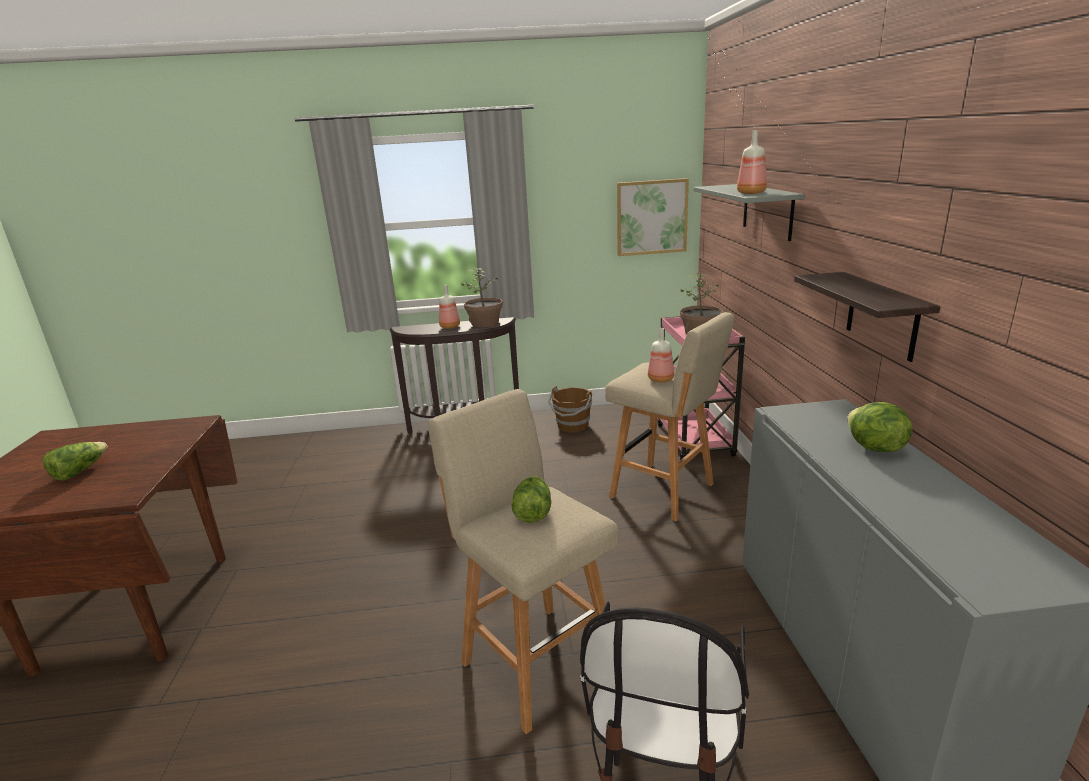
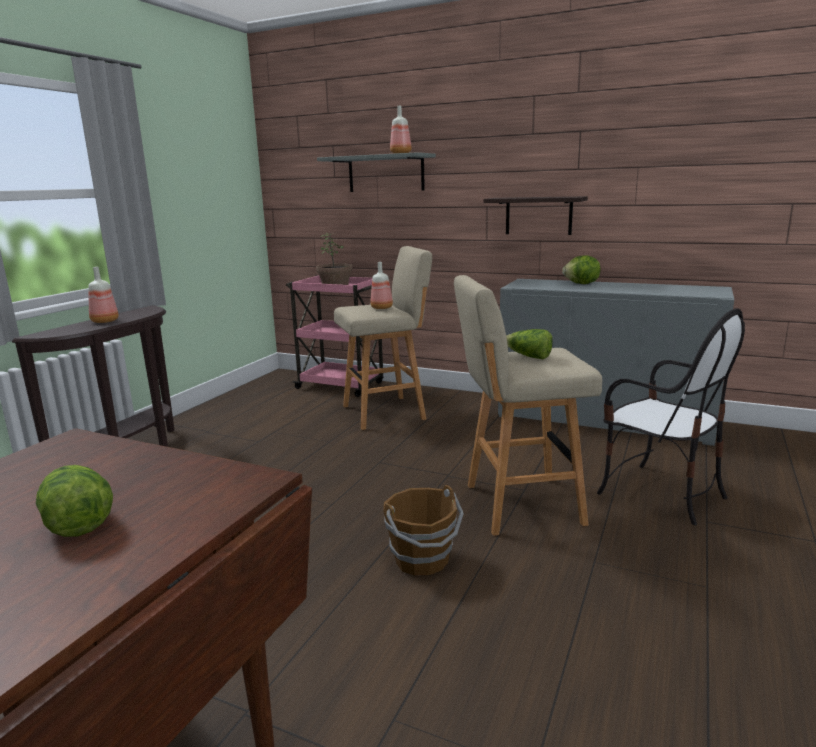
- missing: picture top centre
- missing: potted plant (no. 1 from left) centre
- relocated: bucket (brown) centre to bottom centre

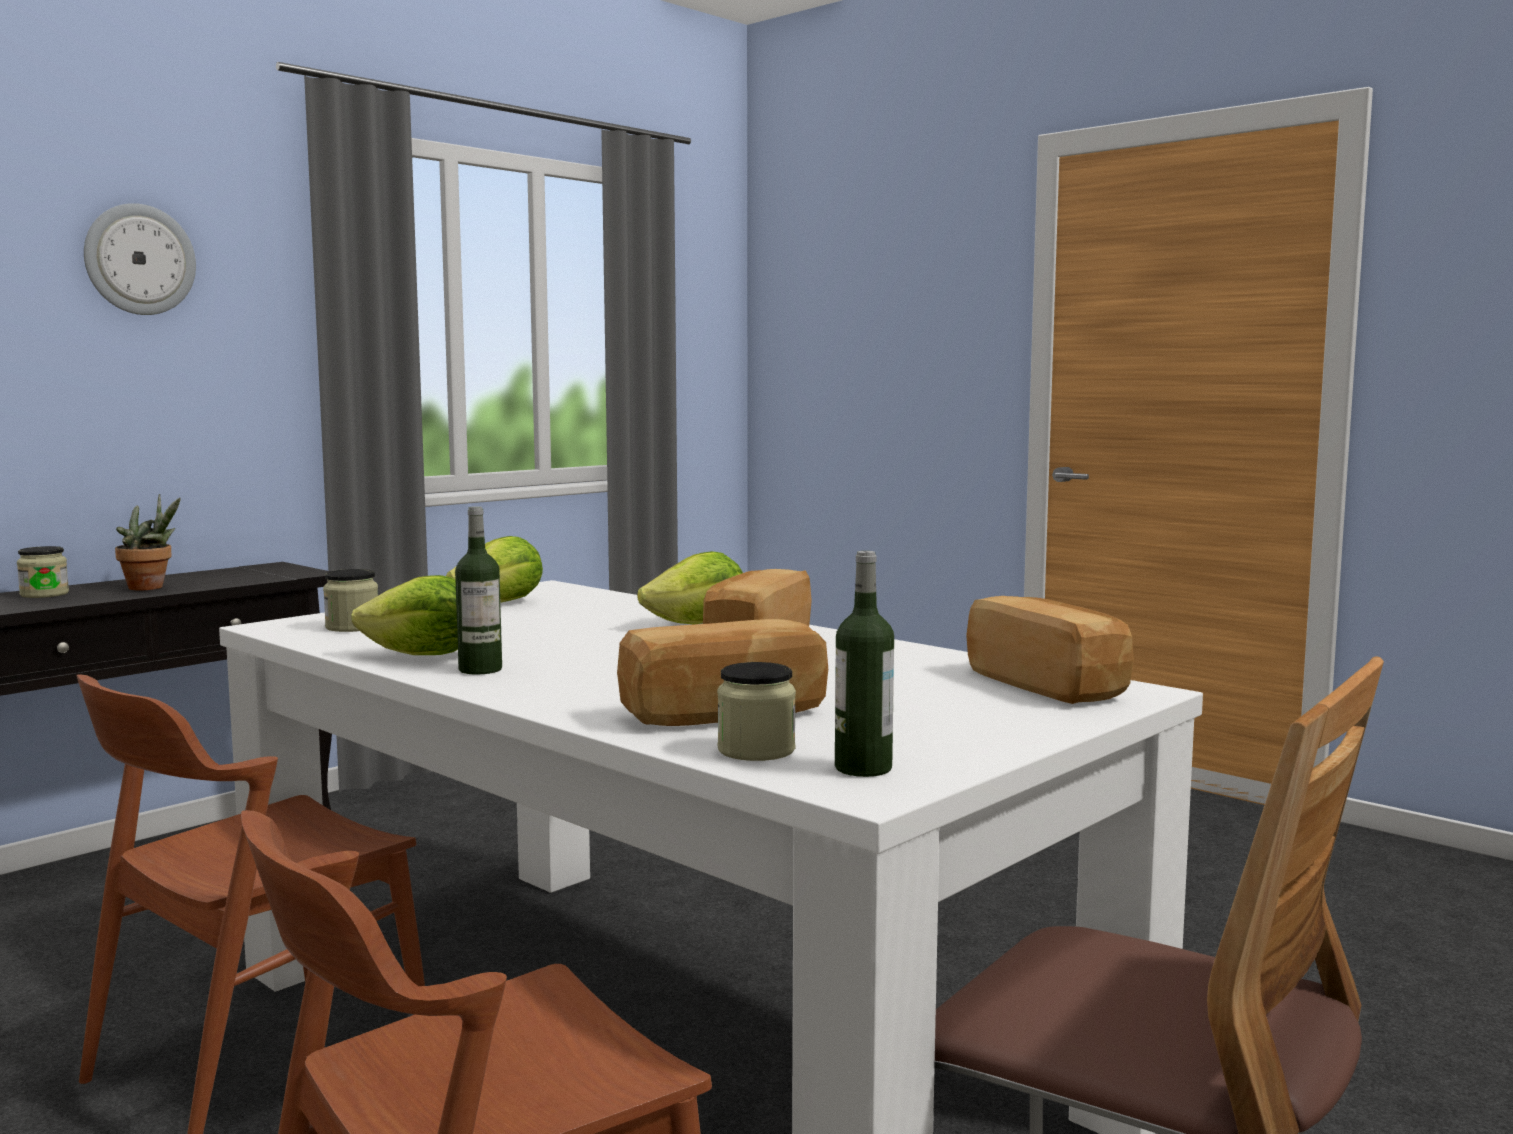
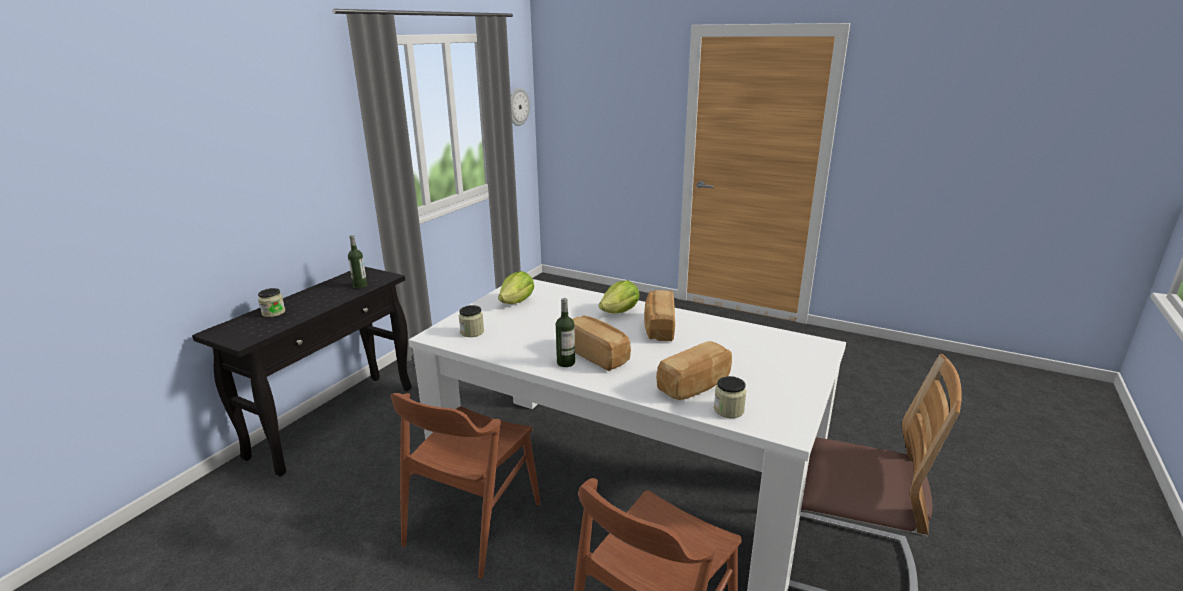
- relocated: wall clock top left to top centre
- missing: potted plant middle left
- relocated: bottle (no. 2 from left in the first image) centre to bottle (no. 1 from left) middle left
- missing: lettuce (no. 1 from left) middle left
- relocated: bread (no. 3 from left in the first image) middle right to bread (no. 1 from left) centre

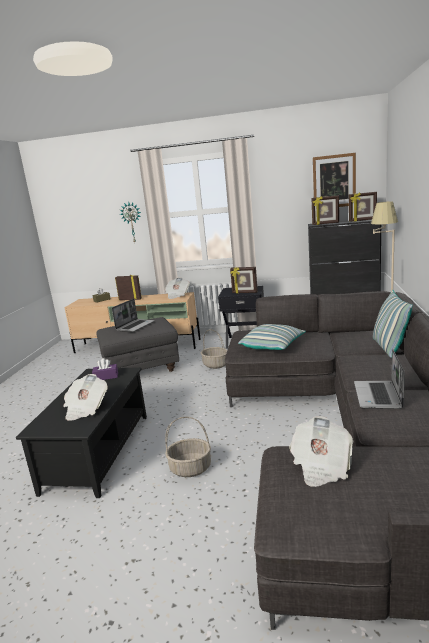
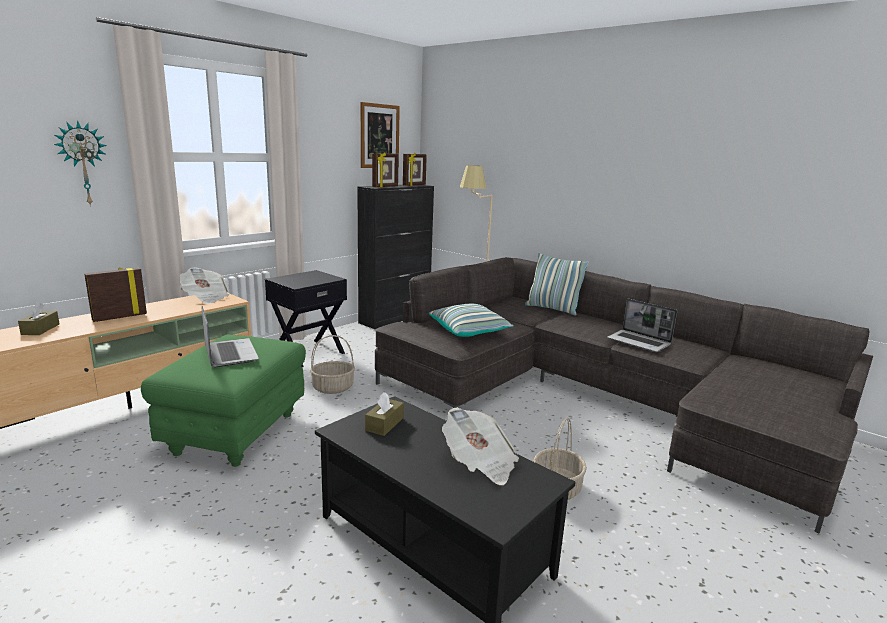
- missing: picture frame (no. 2 from left) centre
- colour: ottoman (grey) middle left to ottoman (green) middle left
- colour: tissue box (purple) middle left to tissue box (brown) (no. 2 from left) centre
- missing: newspaper (no. 3 from left) bottom right

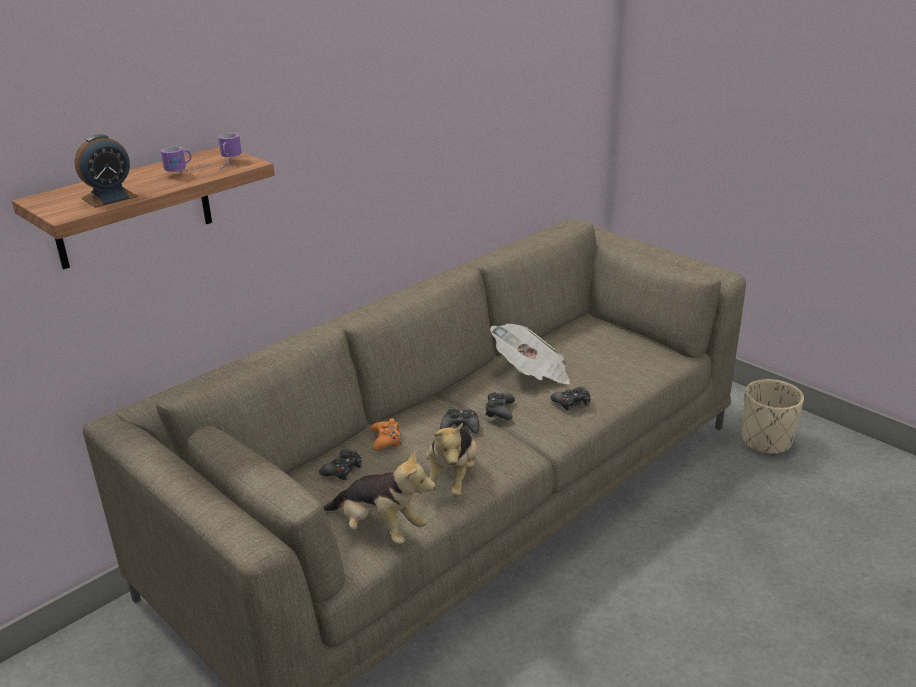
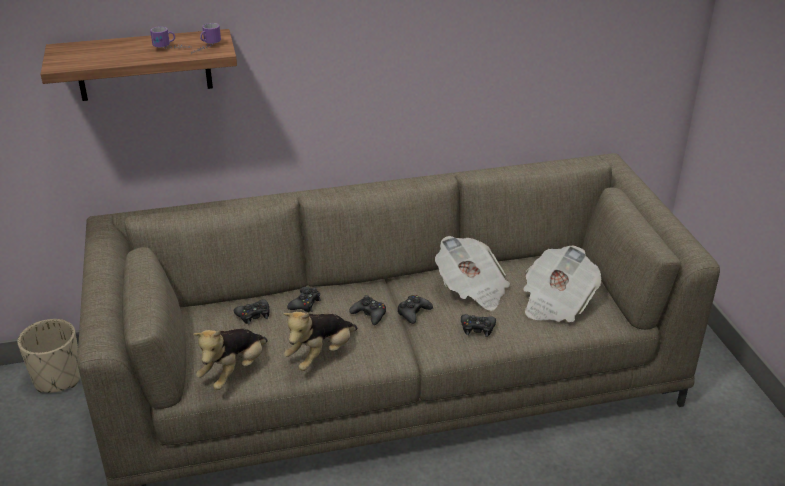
- missing: alarm clock top left
- relocated: planter (beige) middle right to bottom left
- colour: game controller (orange) centre to game controller (black) (no. 2 from left) centre
- spun: plush toy (no. 1 from left) bottom centre = bottom left 60 degrees clockwise
- appeared: newspaper (no. 2 from left) middle right

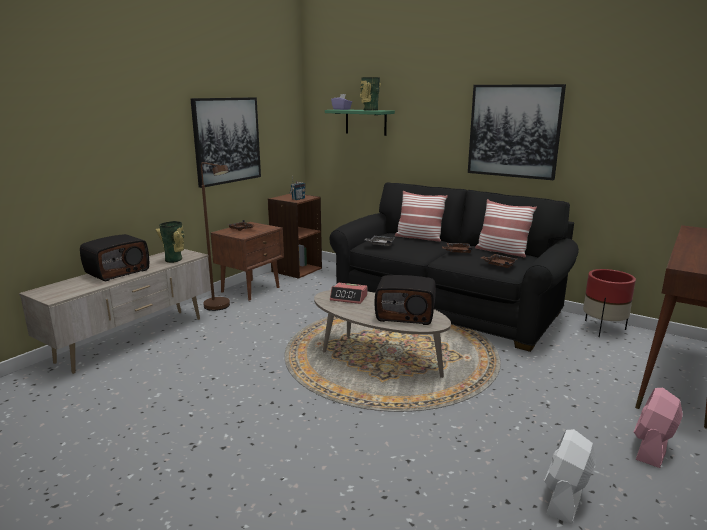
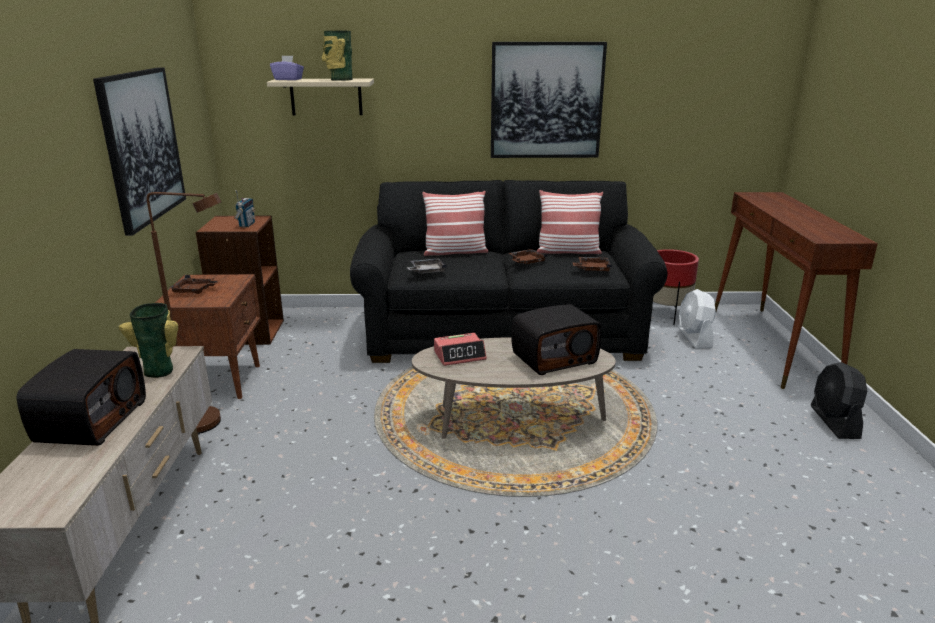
- colour: shelf (green) top centre to shelf (beige) top centre
- colour: fan (pink) bottom right to fan (black) middle right
- relocated: fan (white) bottom right to middle right

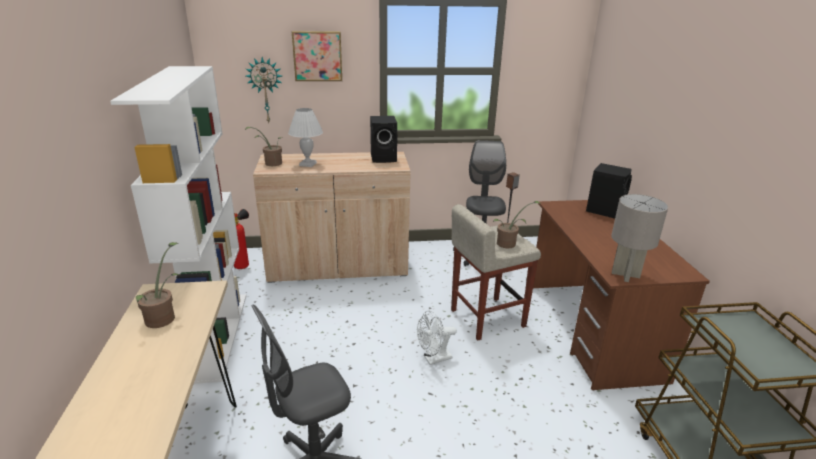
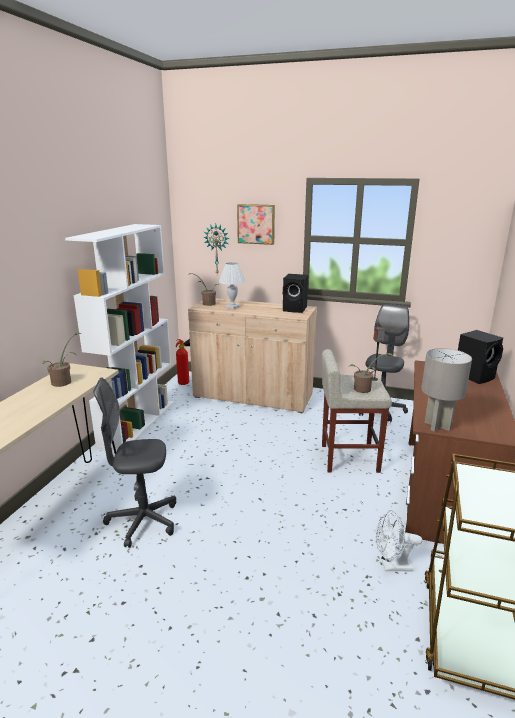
- relocated: fan (white) bottom centre to bottom right

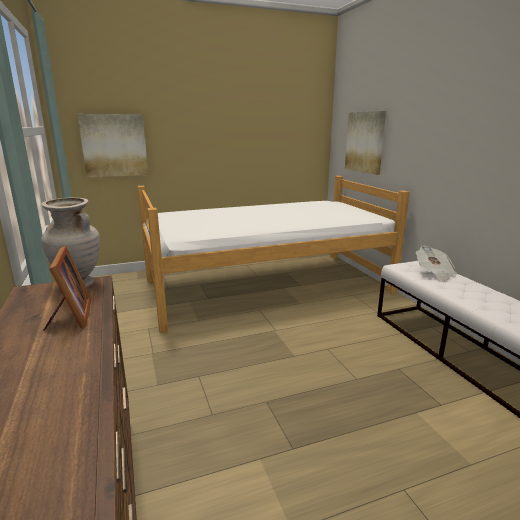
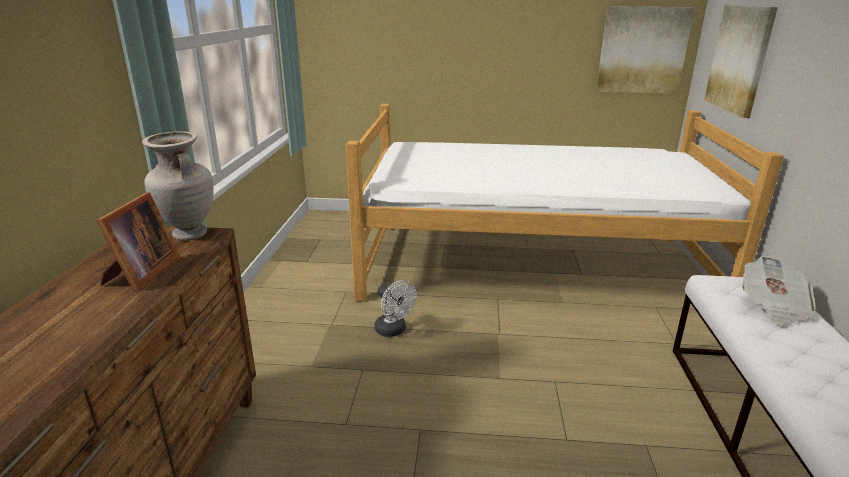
- relocated: picture (no. 1 from left) top left to top right
- appeared: fan (white) centre

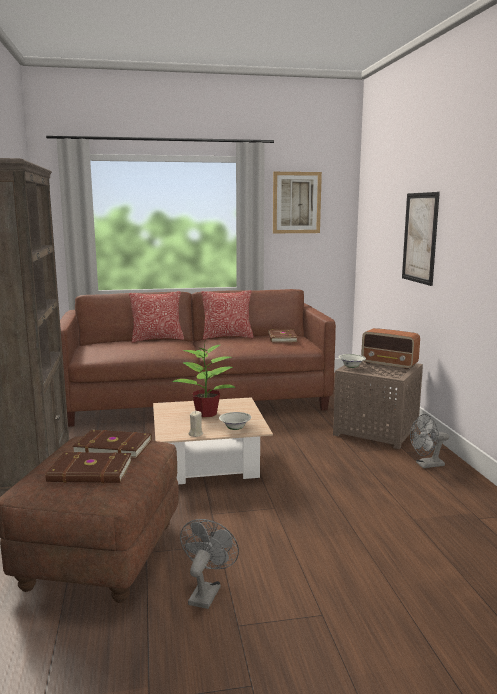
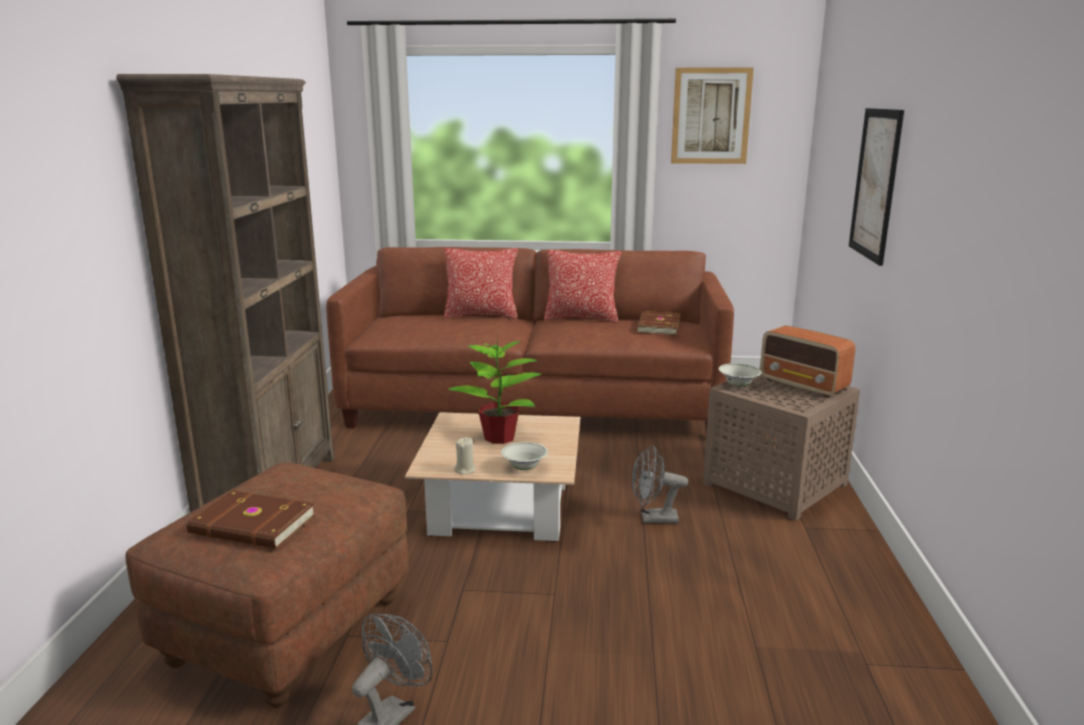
- relocated: fan (grey) (no. 2 from left) middle right to bottom centre
- missing: book (brown) (no. 2 from left) middle left

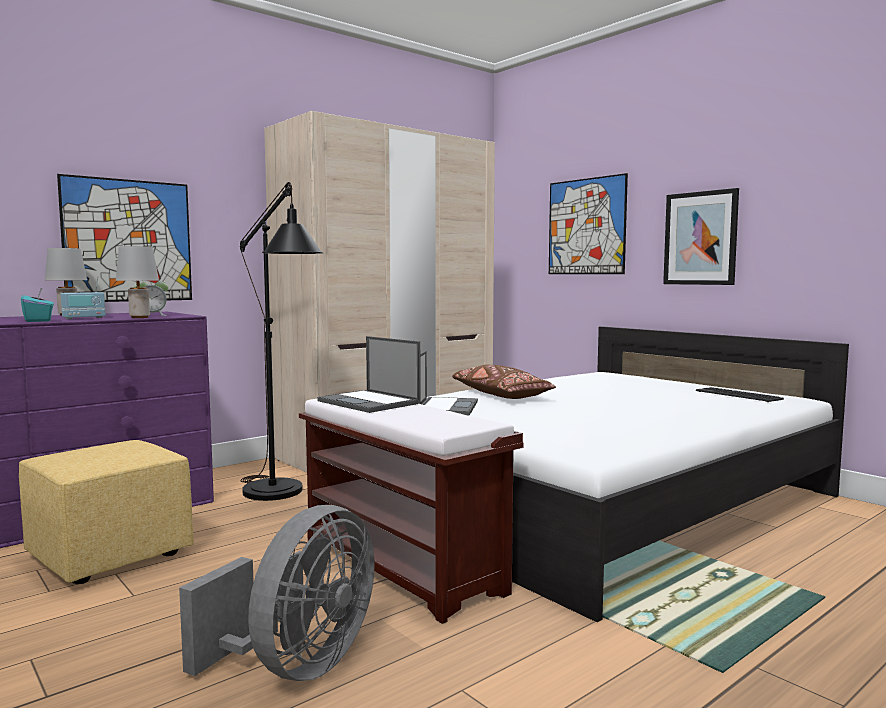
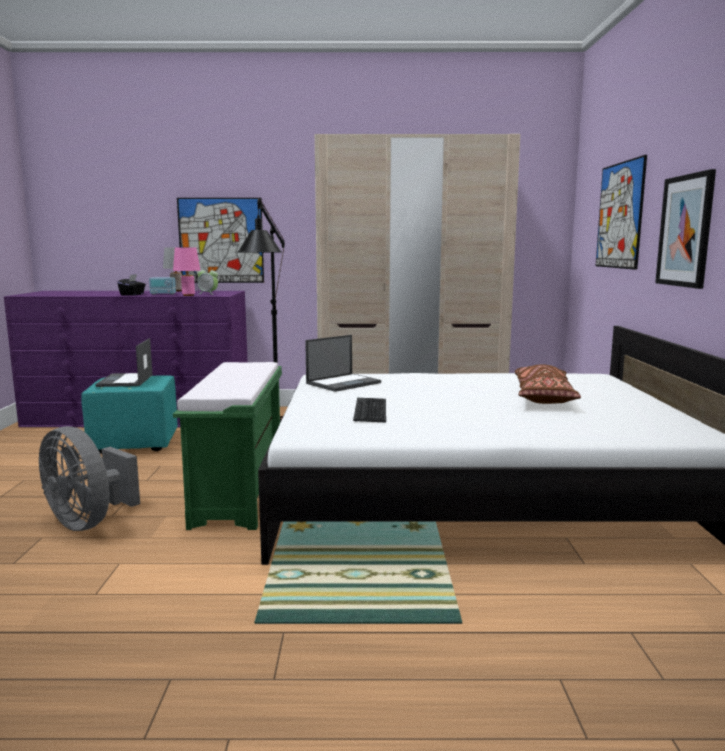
- colour: table lamp (grey) (no. 2 from left) middle left to table lamp (pink) middle left
- colour: tissue box (turquoise) middle left to tissue box (black) middle left
- relocated: laptop (no. 1 from left) centre to middle left
- relocated: pillow (brown) centre to middle right
- relocated: keyboard middle right to centre
- colour: bench (brown) bottom centre to bench (green) middle left
- colour: ottoman (yellow) bottom left to ottoman (turquoise) middle left
- spun: fan (grey) bottom left = middle left 60 degrees clockwise

